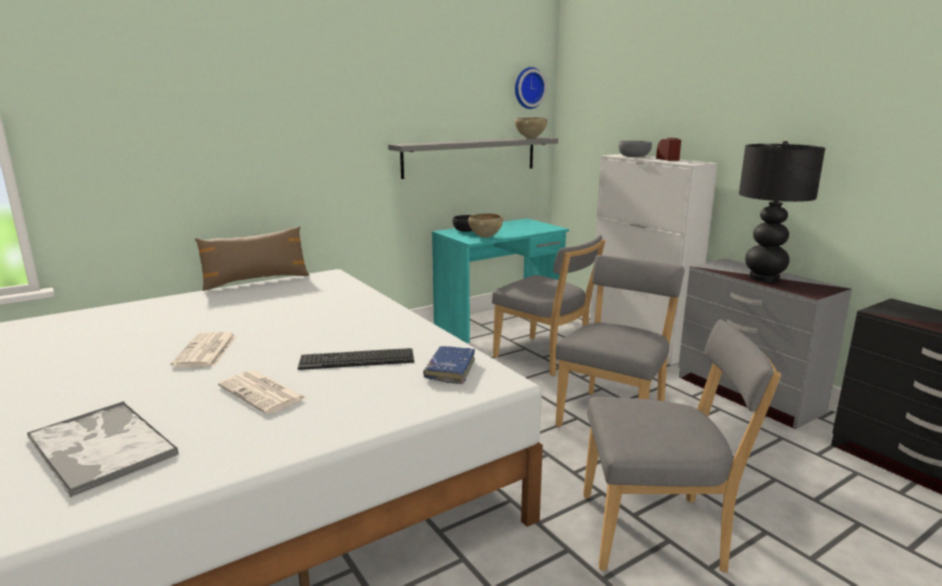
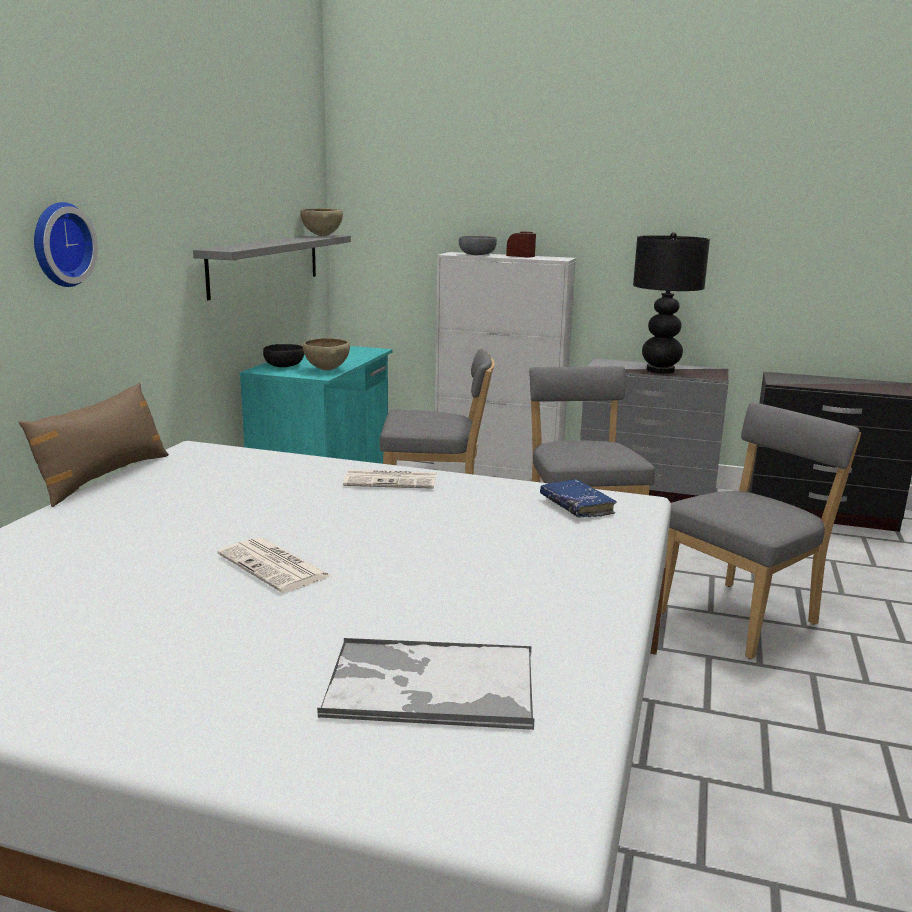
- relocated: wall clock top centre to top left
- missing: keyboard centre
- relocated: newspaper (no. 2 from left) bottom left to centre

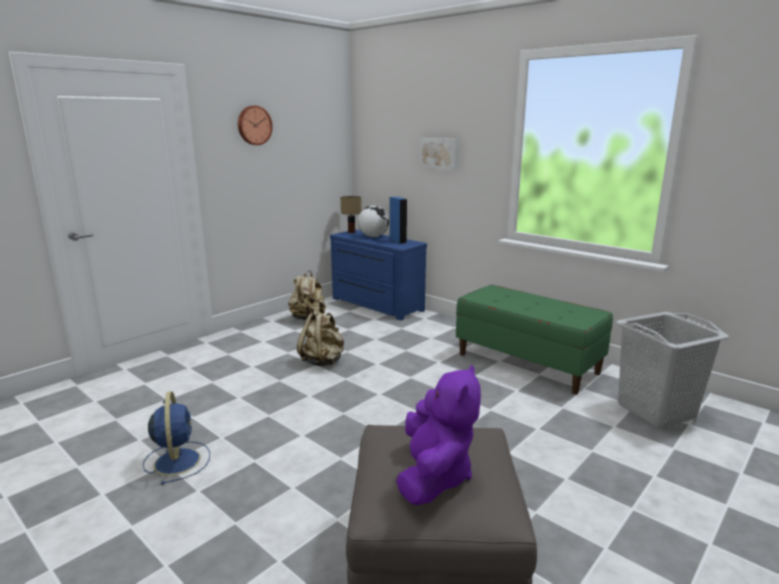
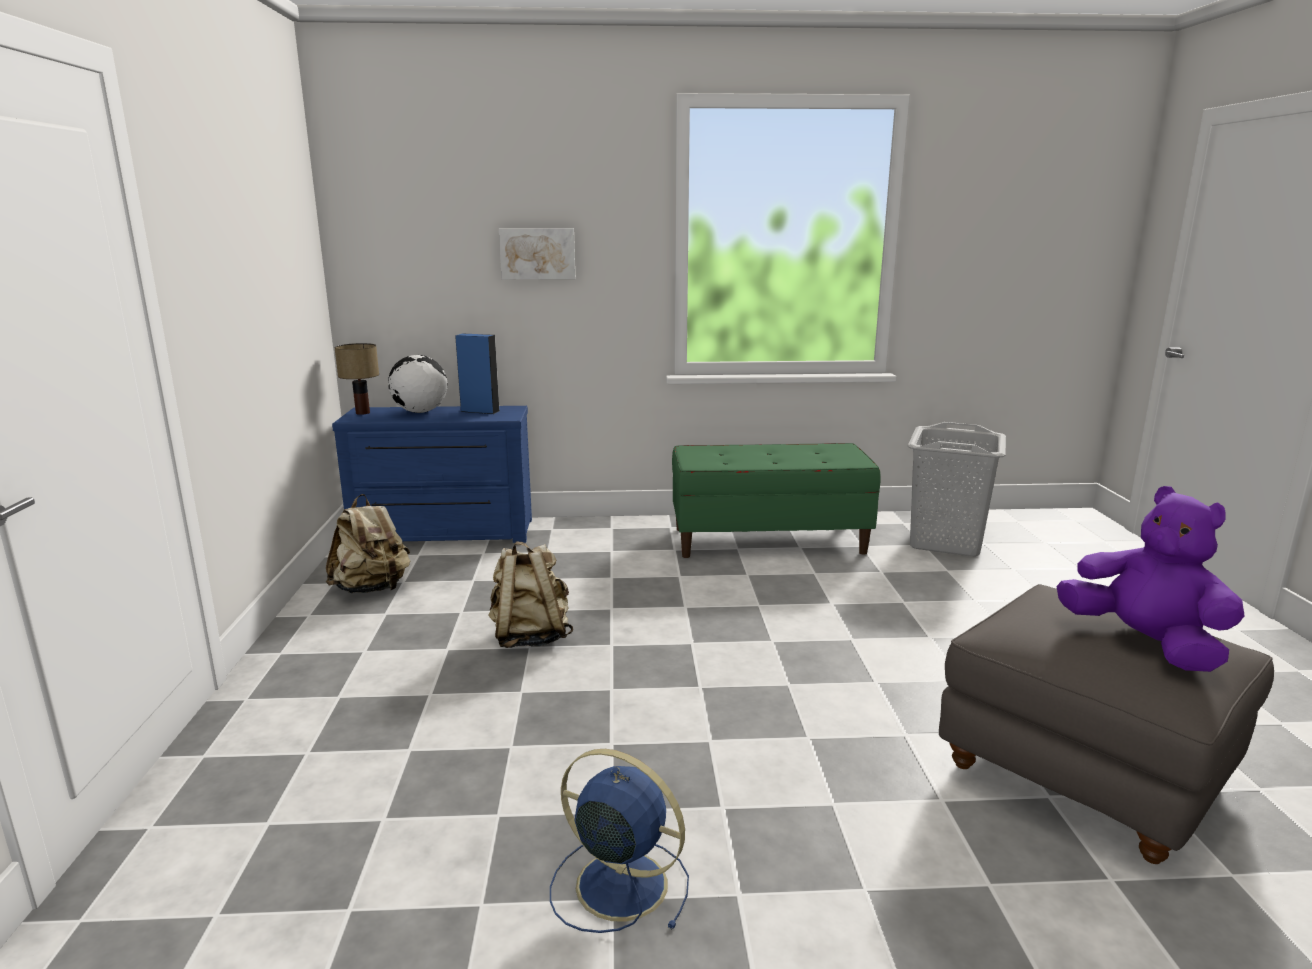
- missing: wall clock top left

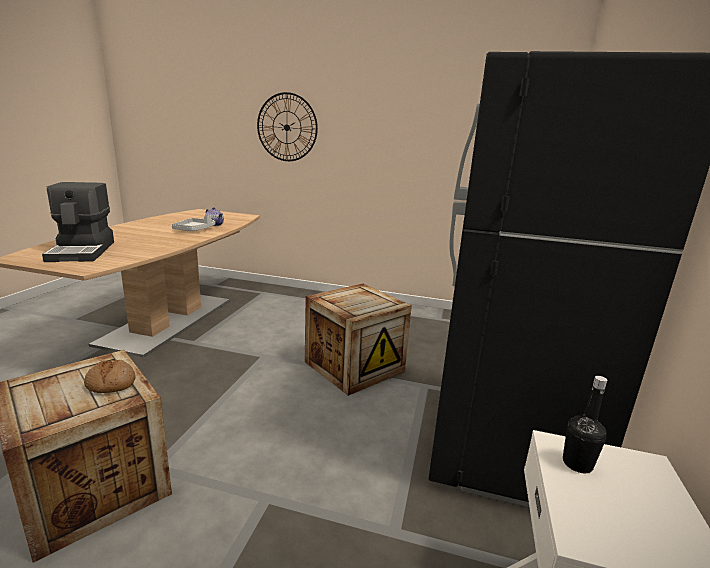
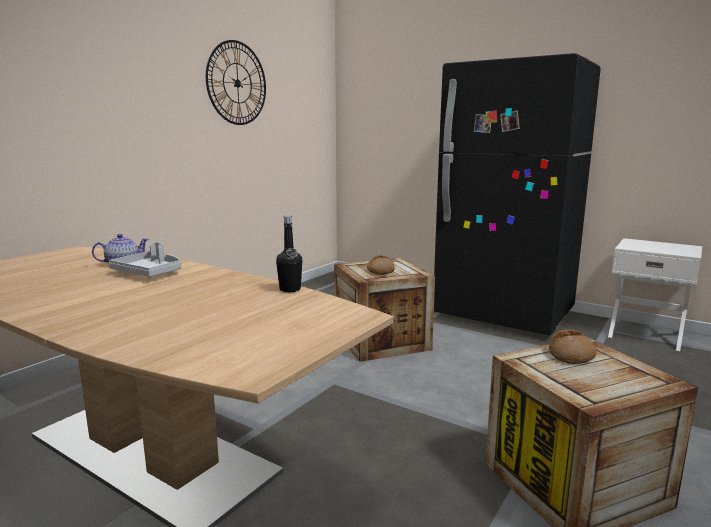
- relocated: wall clock top centre to top left
- missing: coffee machine middle left
- relocated: bottle (black) bottom right to centre
- appeared: bread (no. 1 from left) centre

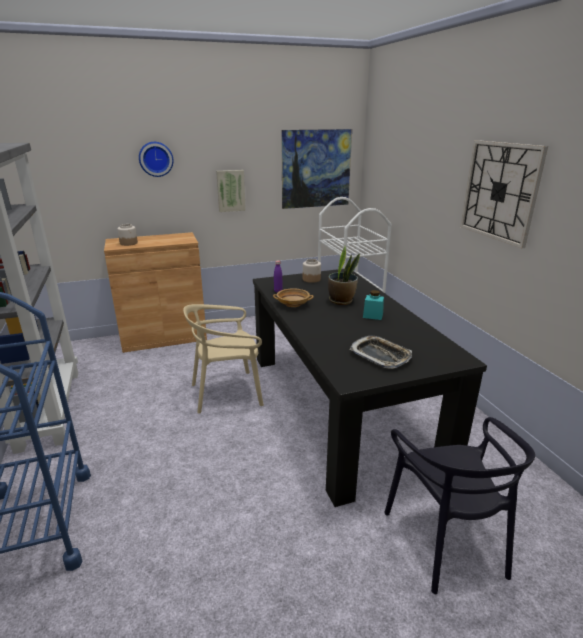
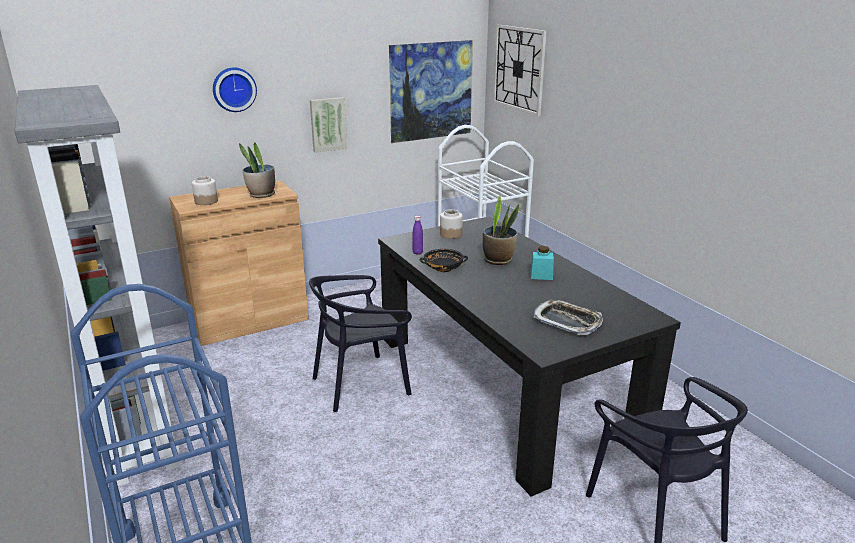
- relocated: wall clock (no. 2 from left) top right to top centre
- colour: bowl (beige) centre to bowl (black) centre
- colour: chair (beige) centre to chair (black) (no. 1 from left) centre
- appeared: potted plant (no. 1 from left) top left

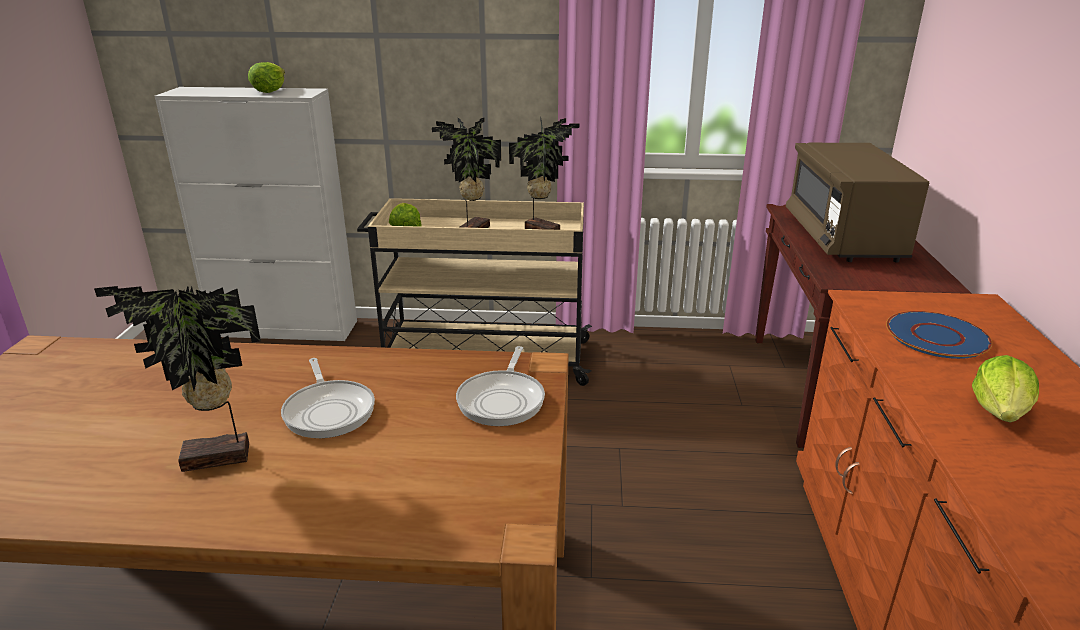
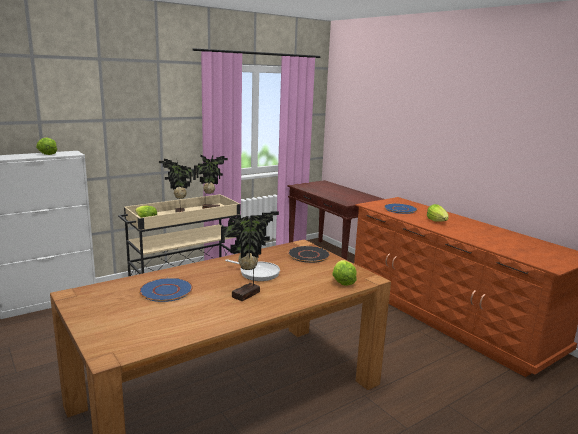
- missing: microwave (brown) top right
- exchanged: frying pan (no. 2 from left) centre to plate (black) centre
- appeared: lettuce (no. 3 from left) centre
- appeared: plate (blue) (no. 1 from left) bottom left

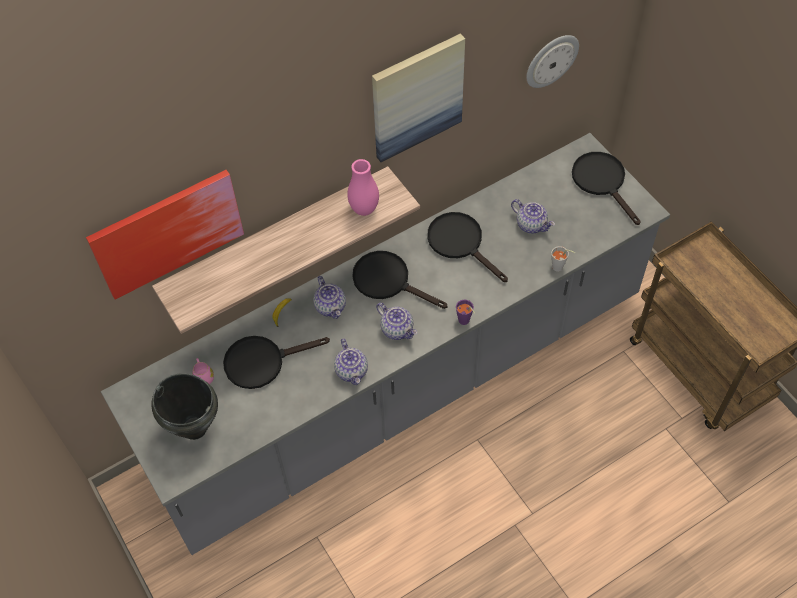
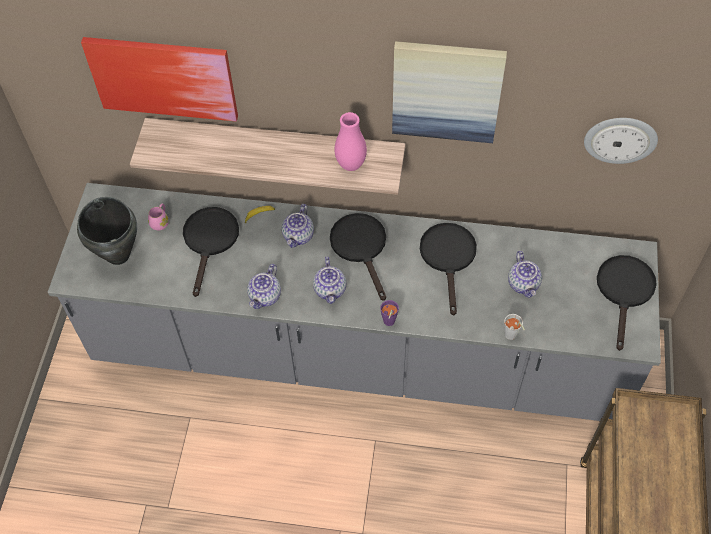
- spun: frying pan (black) (no. 1 from left) centre = middle left 75 degrees clockwise

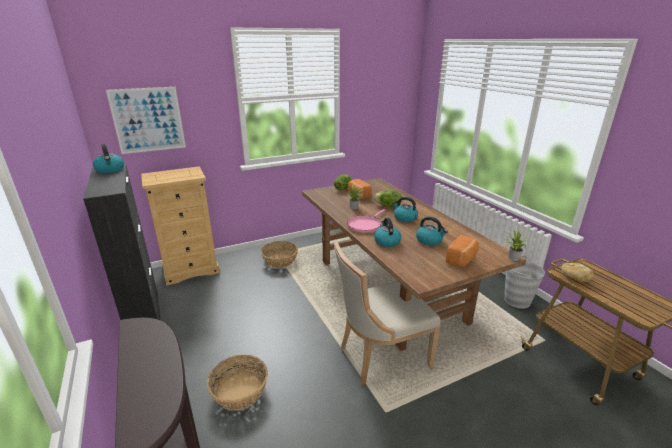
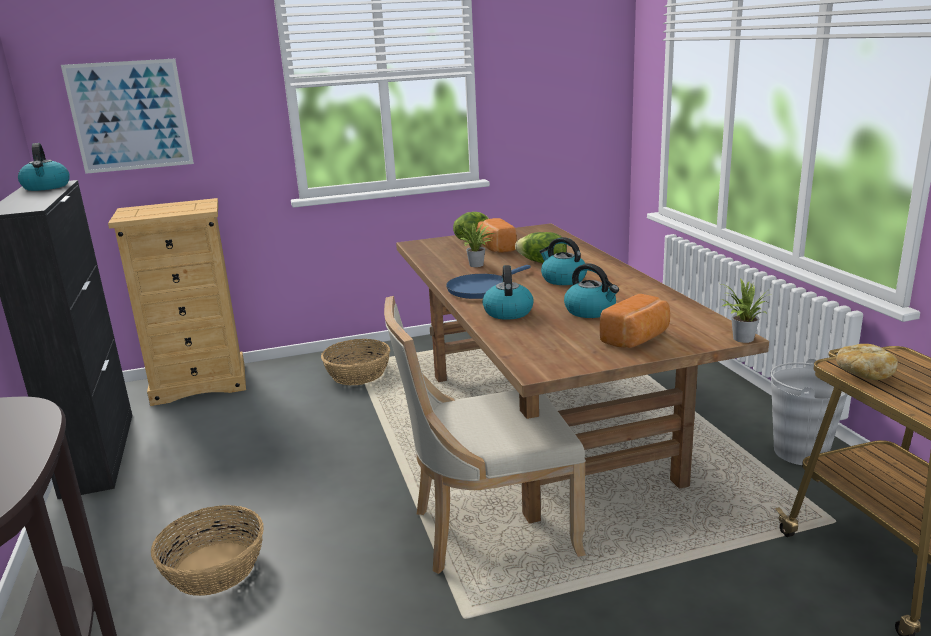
- colour: frying pan (pink) centre to frying pan (blue) centre

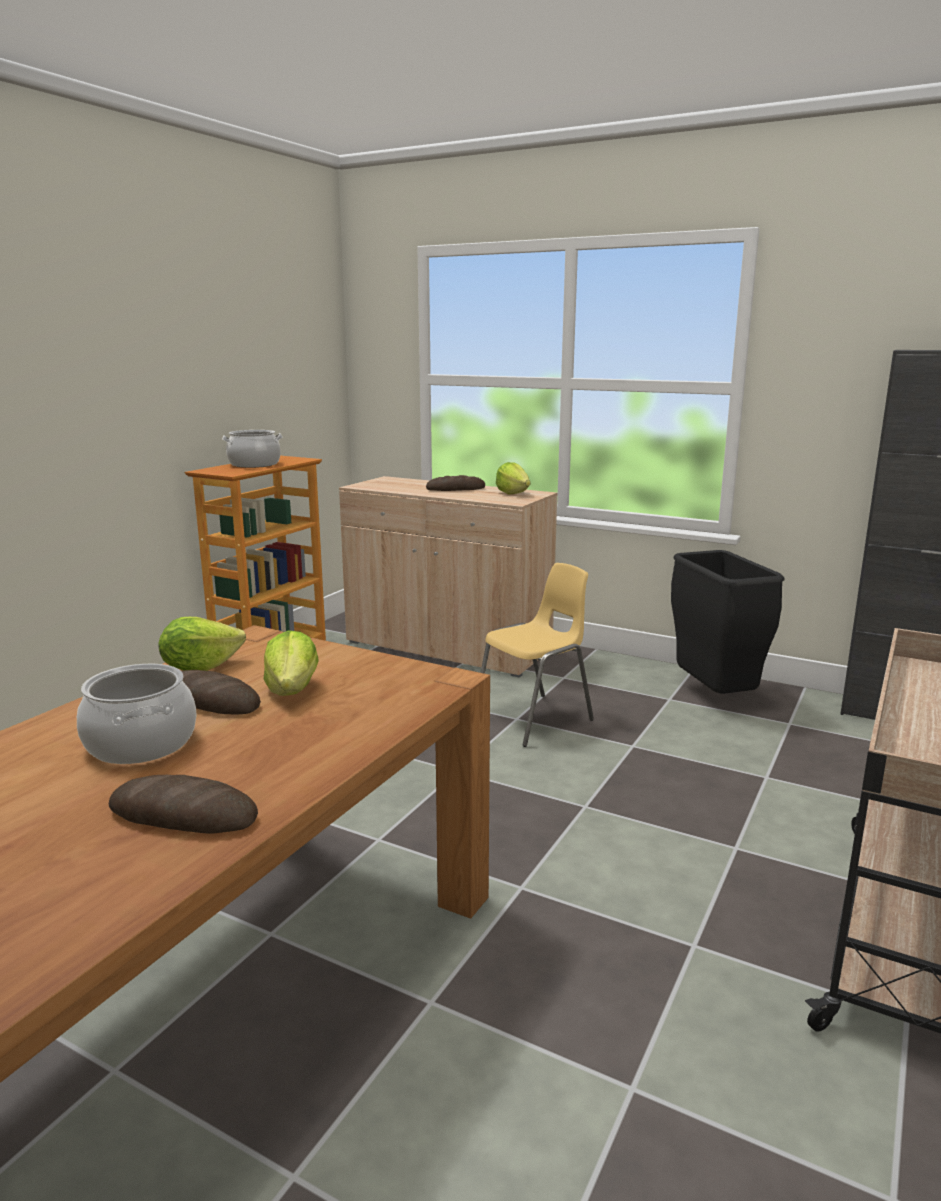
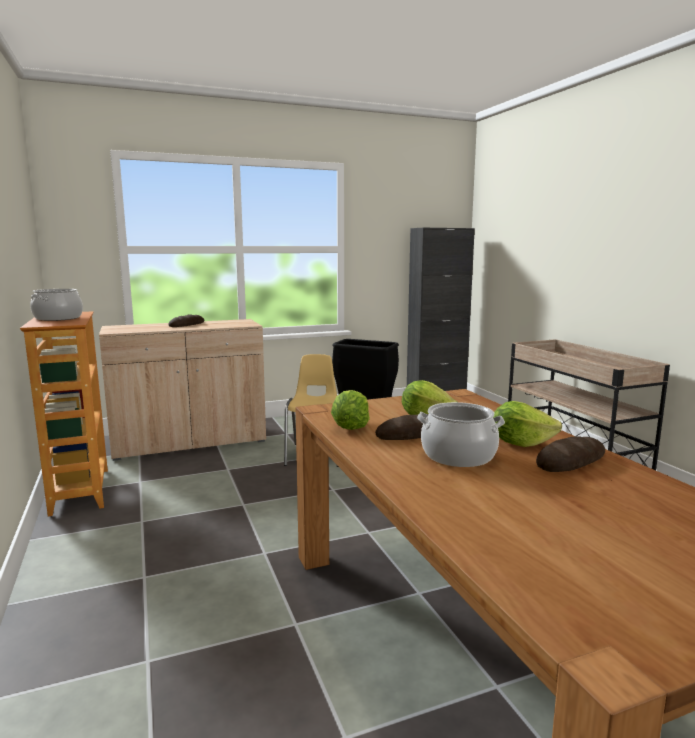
- relocated: lettuce (no. 3 from left) centre to middle right

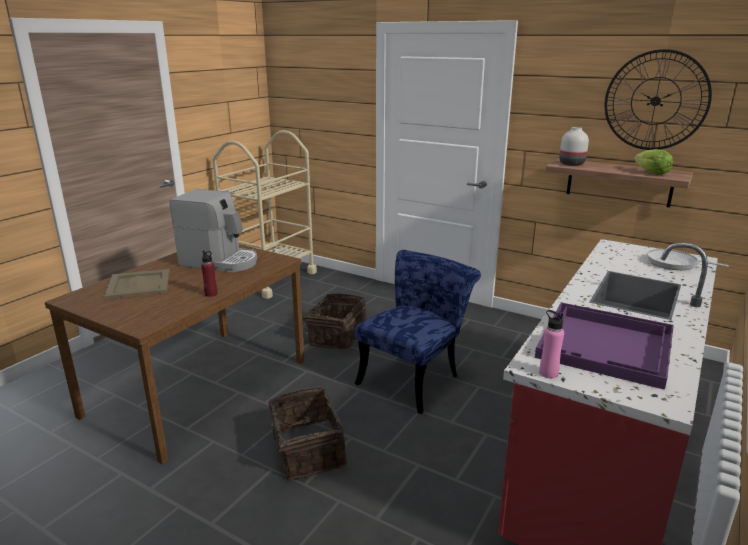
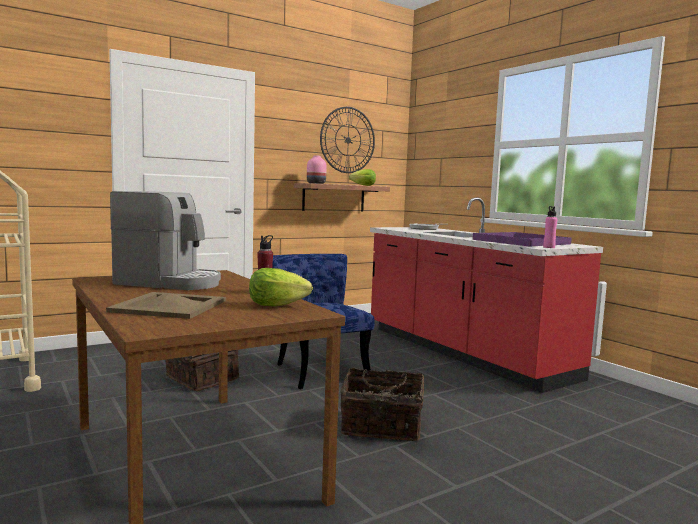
- colour: vase (white) top right to vase (pink) top centre
- spun: coffee machine middle left = middle left 60 degrees clockwise
- appeared: lettuce (no. 1 from left) centre

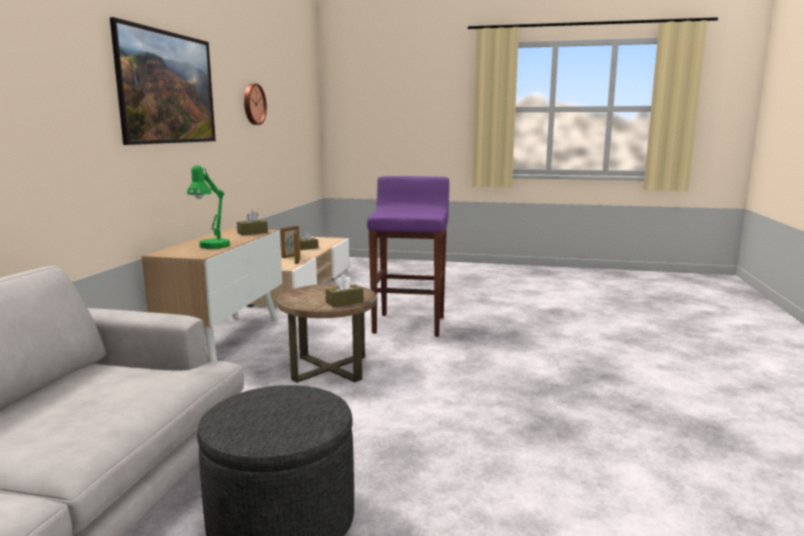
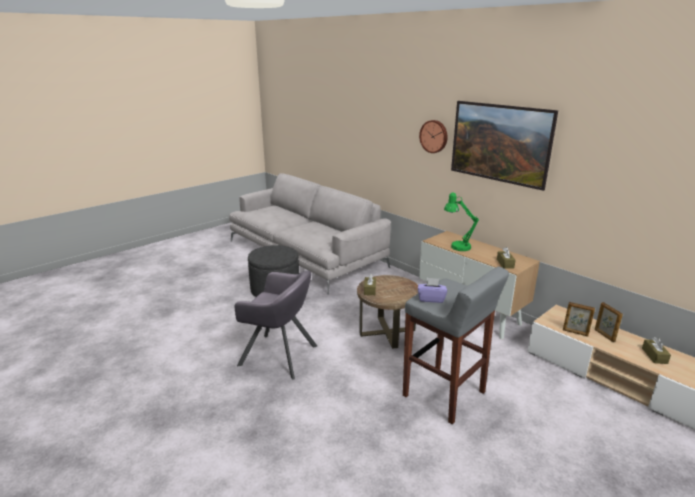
- relocated: wall clock top left to top centre
- colour: stool (purple) centre to stool (grey) bottom centre
- appeared: armchair (grey) centre
- appeared: tissue box (purple) centre

